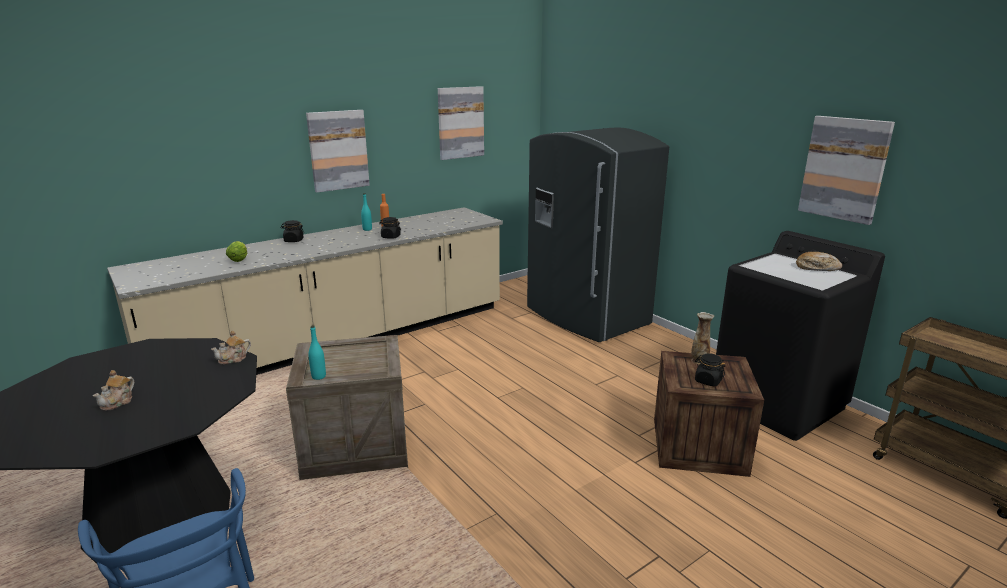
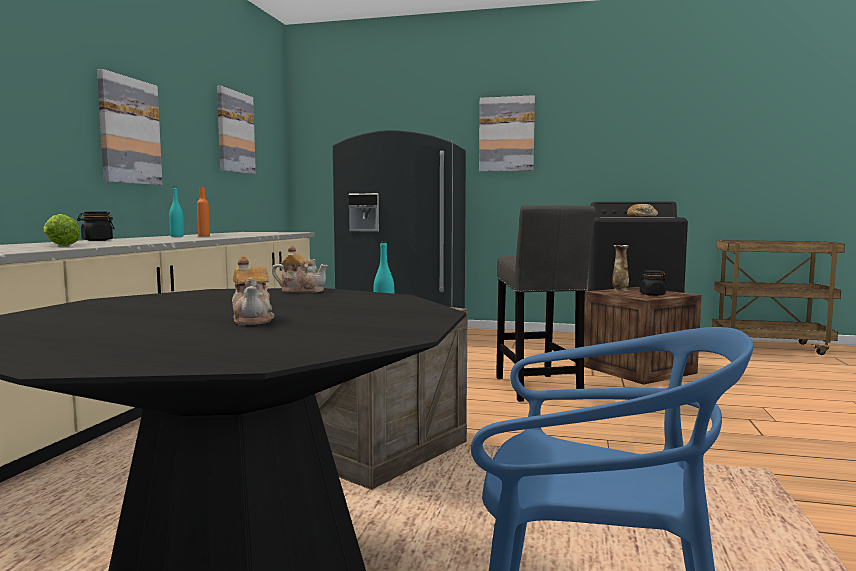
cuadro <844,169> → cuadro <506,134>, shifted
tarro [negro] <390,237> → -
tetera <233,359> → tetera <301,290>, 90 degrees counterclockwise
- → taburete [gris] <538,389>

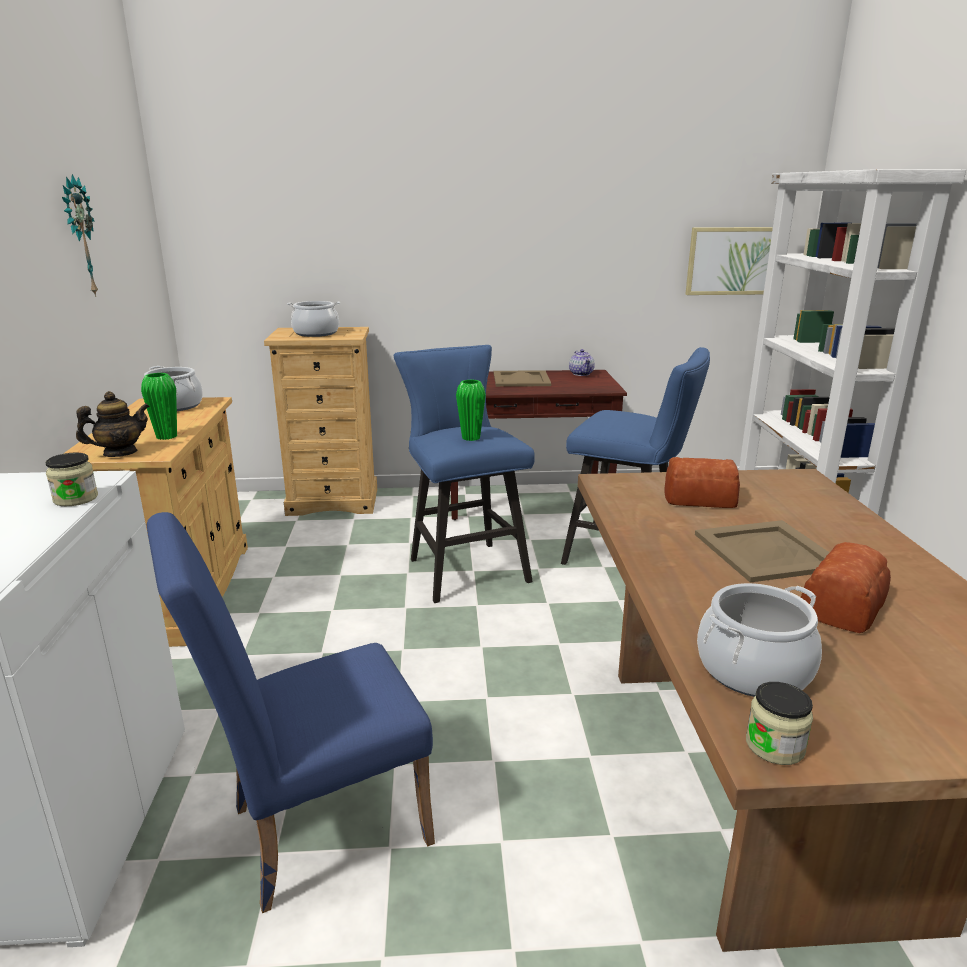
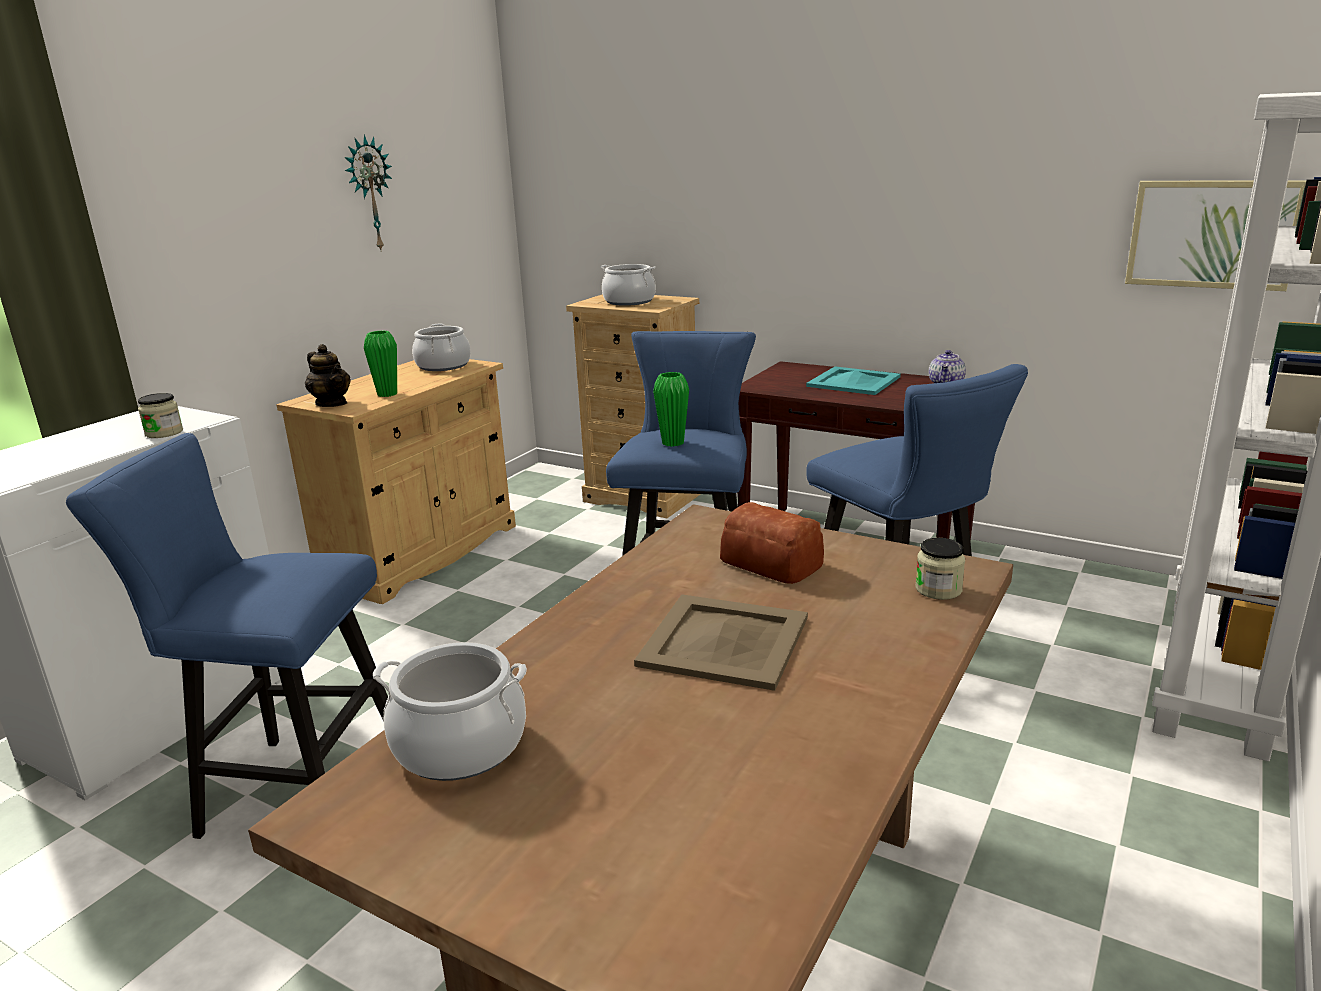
bandeja [beis] <521,379> → bandeja [turquesa] <852,382>
tetera <120,453> → tetera <332,403>, 45 degrees clockwise
silla [azul] <315,829> → taburete [azul] <290,790>
pan <840,606> → -
tarro <775,746> → tarro <938,589>, shifted

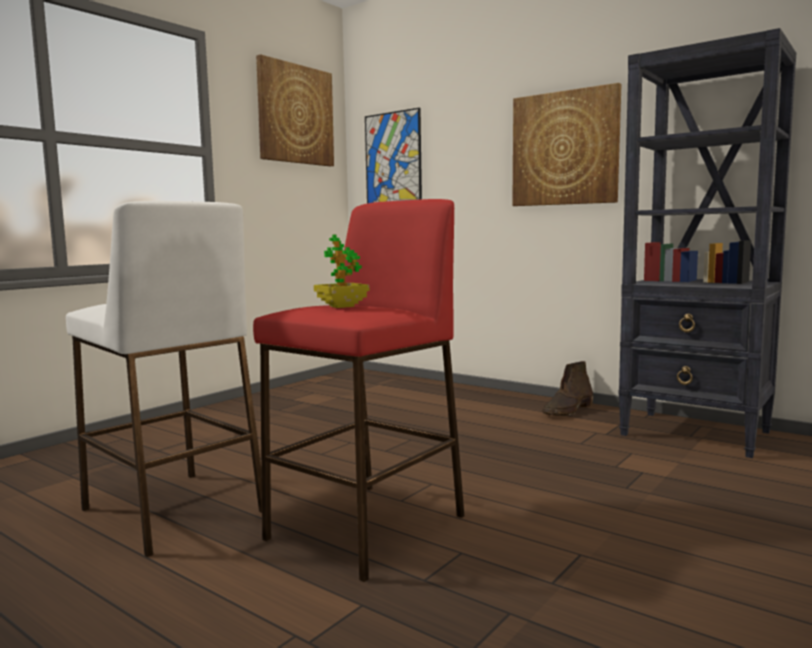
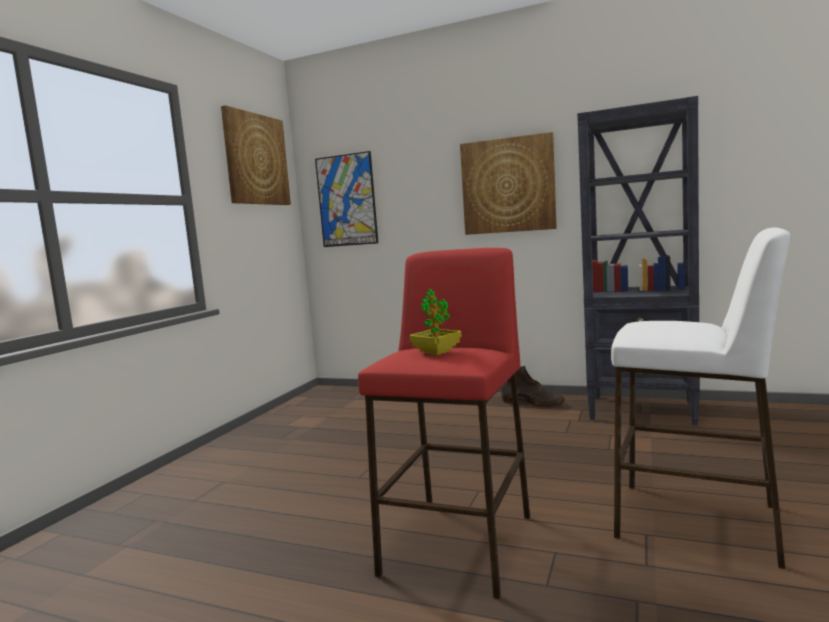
taburete [blanco] <173,511> → taburete [blanco] <697,521>, shifted
bota [marrón] <568,411> → bota [marrón] <533,403>, 90 degrees counterclockwise

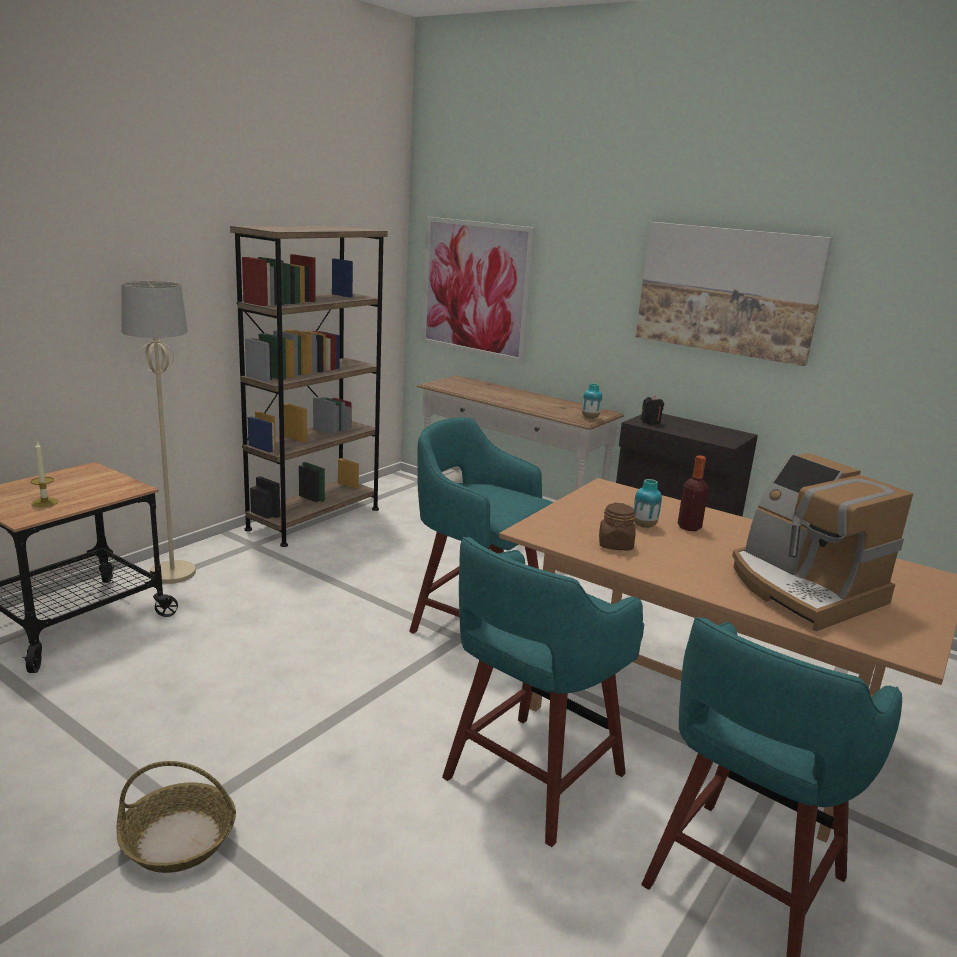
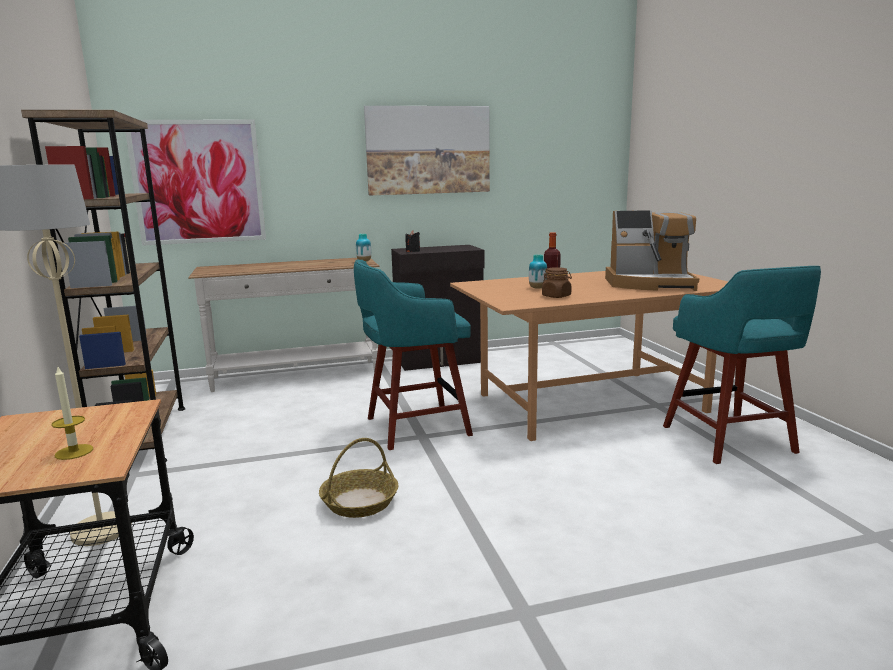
taburete [turquesa] <530,778> → -
cesta <178,840> → cesta <359,502>, shifted

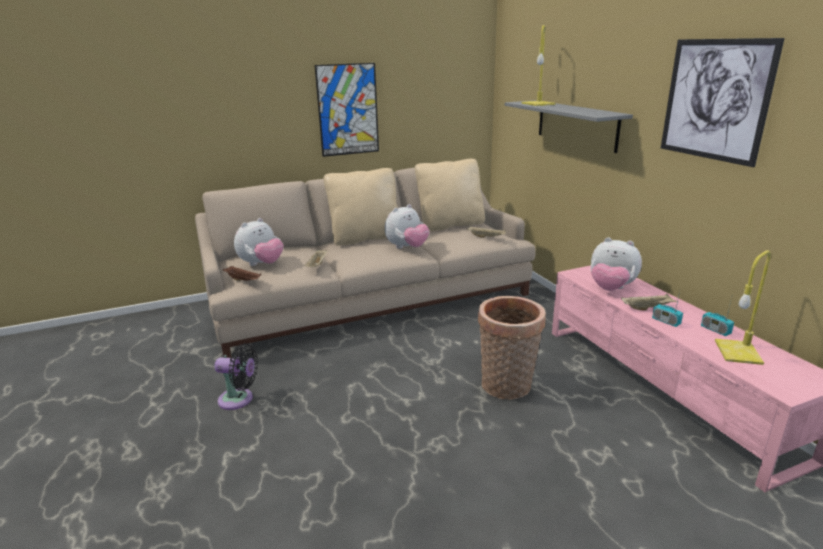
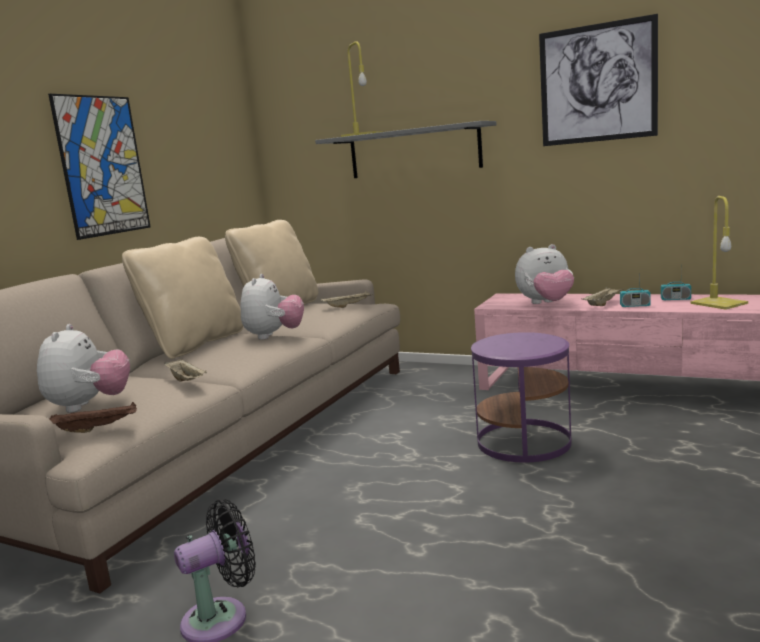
cesta <507,387> → mesa auxiliar [morado] <524,441>

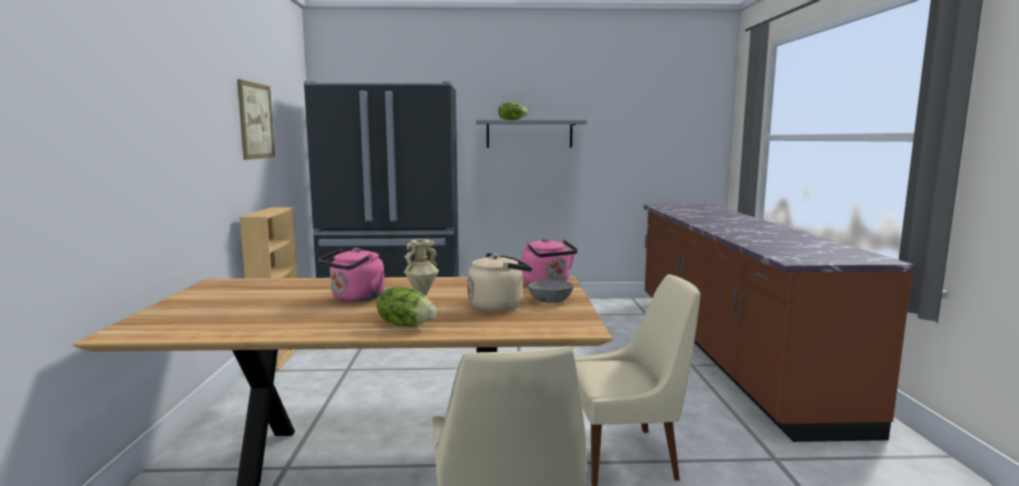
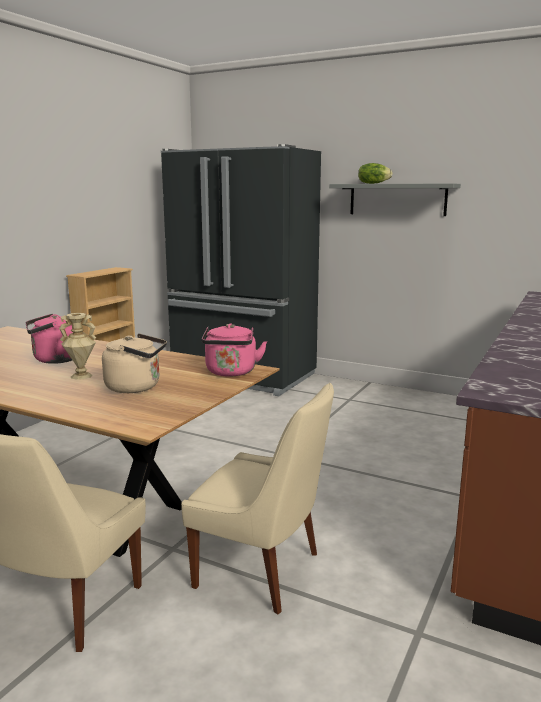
cuadro <256,121> → -
cuenco [gris] <551,300> → -
lechuga <406,324> → -

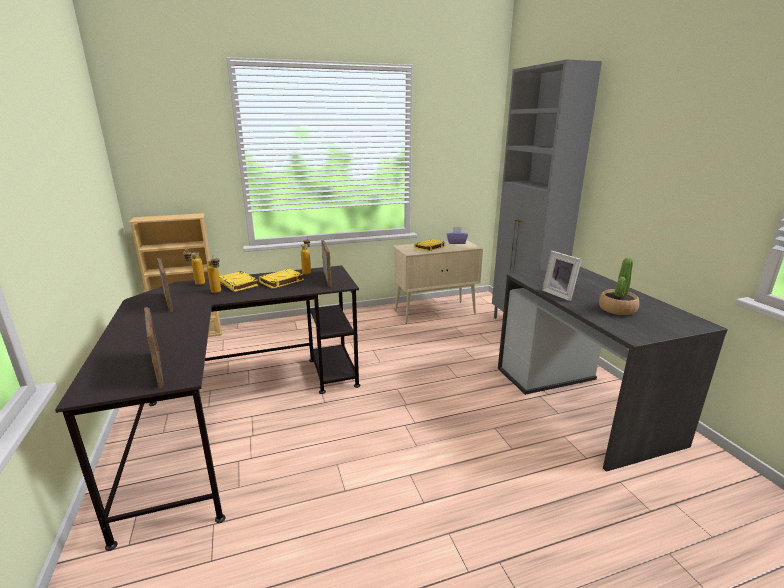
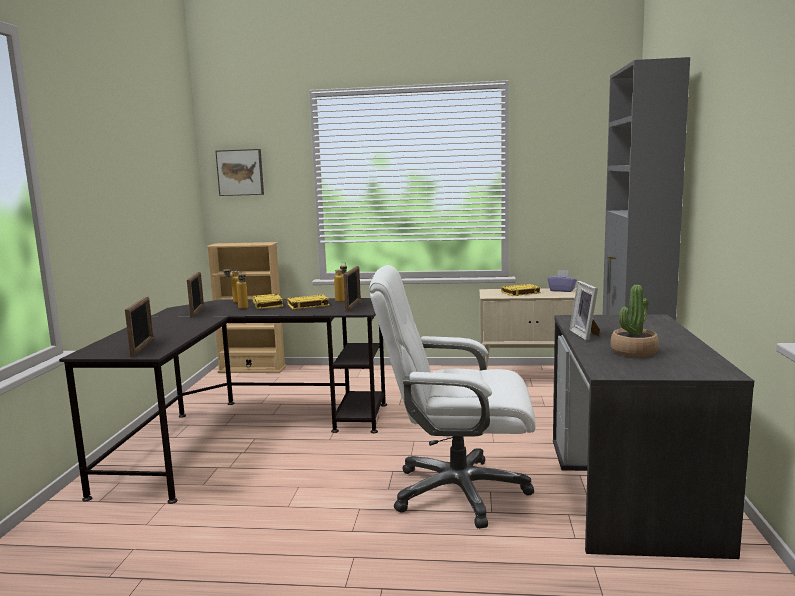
- → cuadro <240,172>
- → silla de oficina [blanco] <457,491>

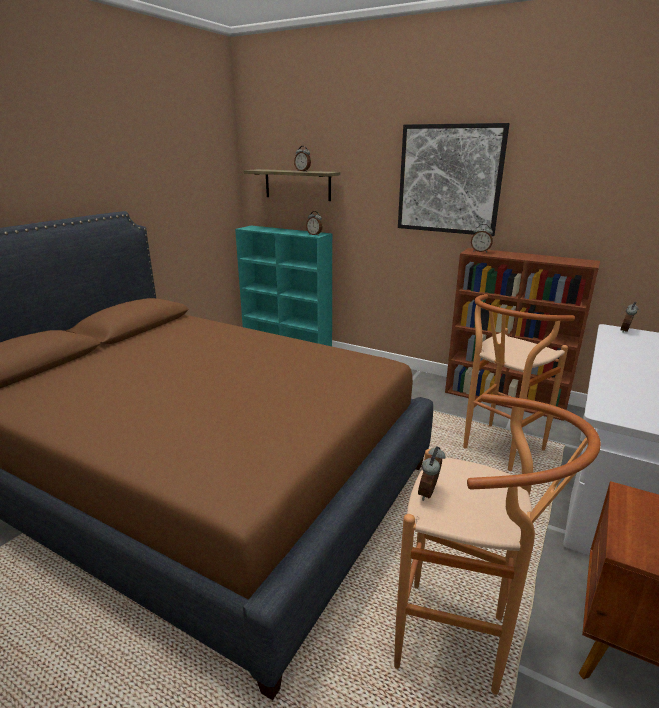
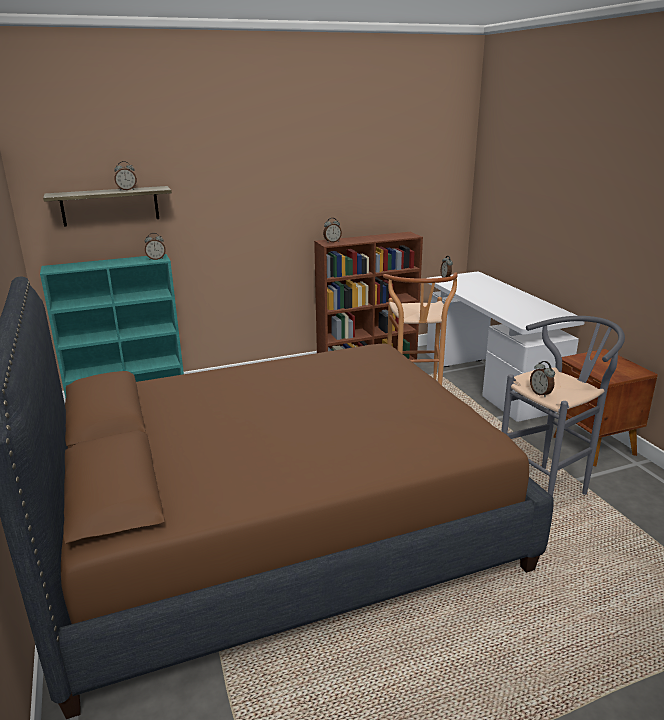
cuadro <449,179> → -
taburete [marrón] <463,642> → taburete [gris] <548,487>

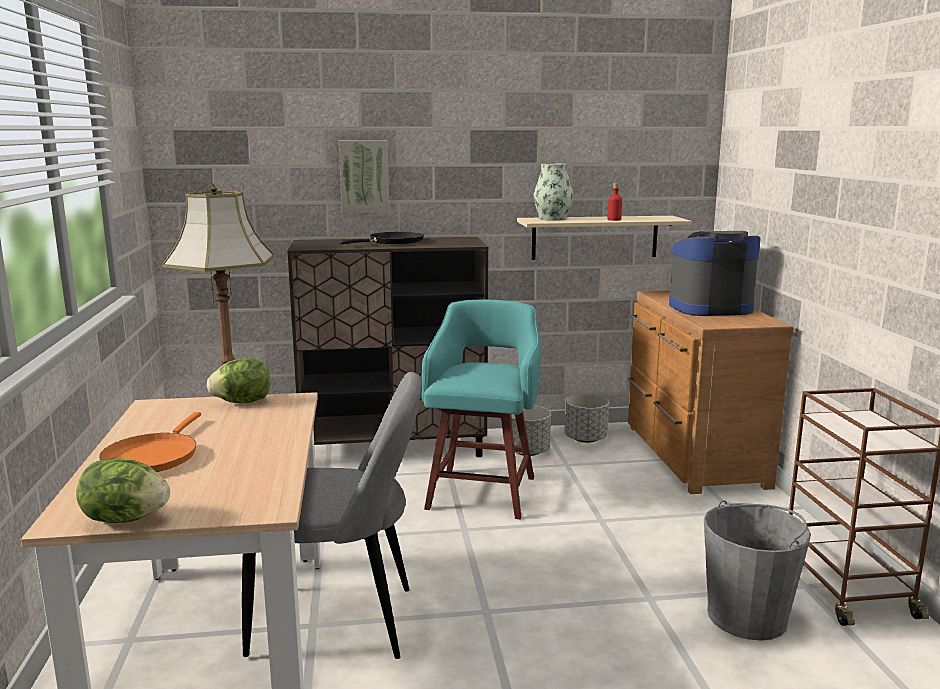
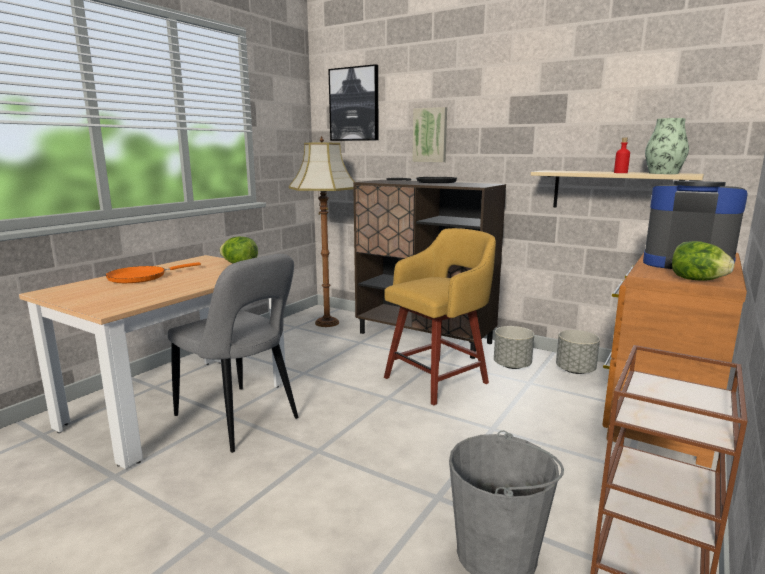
florero <552,219> → florero <663,173>, shifted
taburete [turquesa] <483,491> → taburete [amarillo] <438,379>
lechuga <125,519> → lechuga <696,280>, shifted
- → cuadro <354,104>

